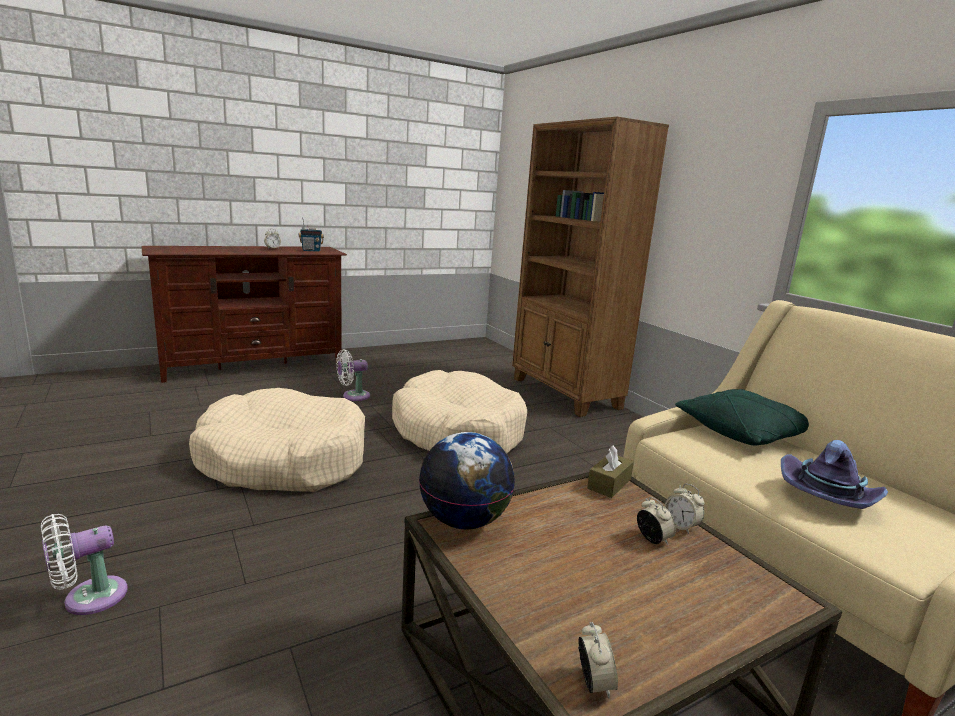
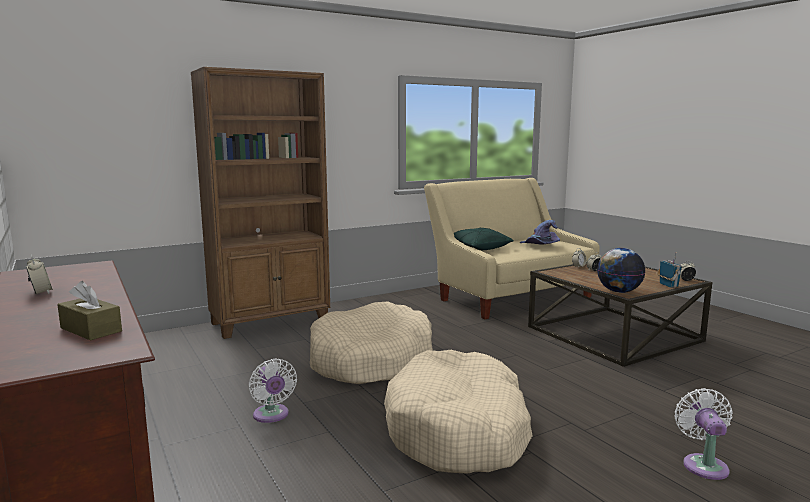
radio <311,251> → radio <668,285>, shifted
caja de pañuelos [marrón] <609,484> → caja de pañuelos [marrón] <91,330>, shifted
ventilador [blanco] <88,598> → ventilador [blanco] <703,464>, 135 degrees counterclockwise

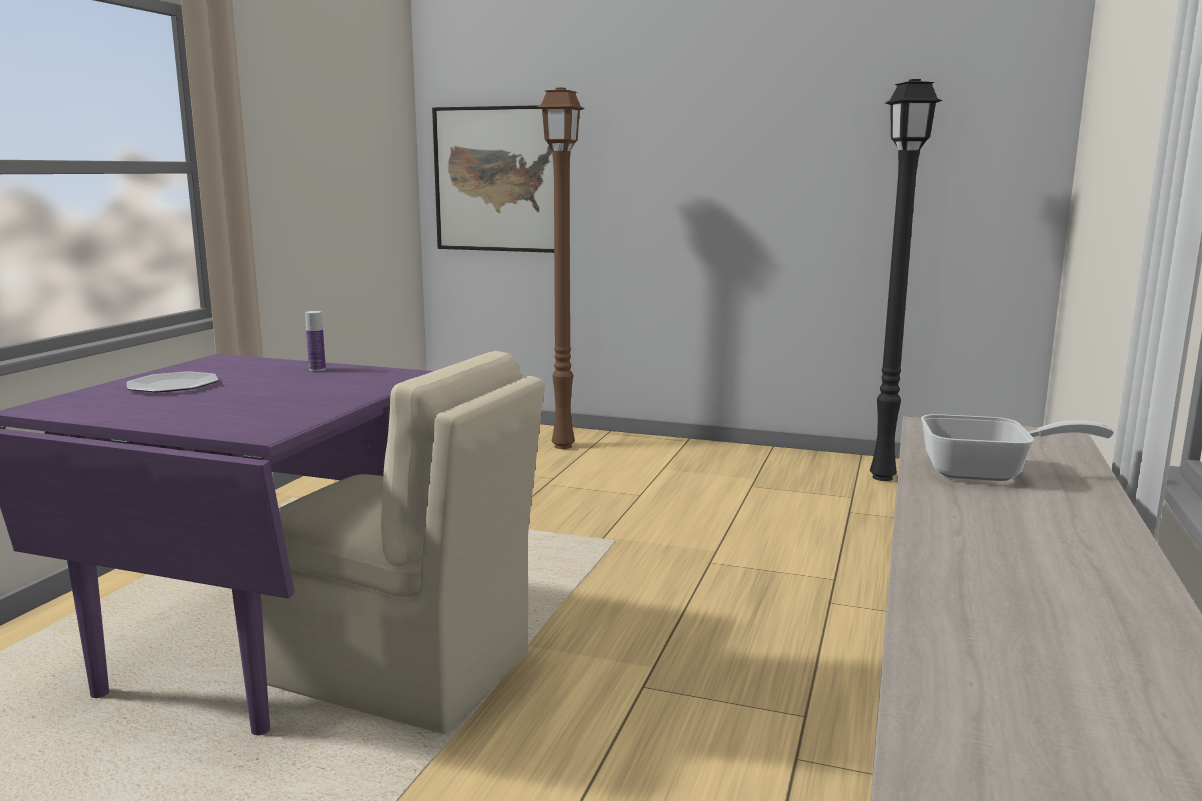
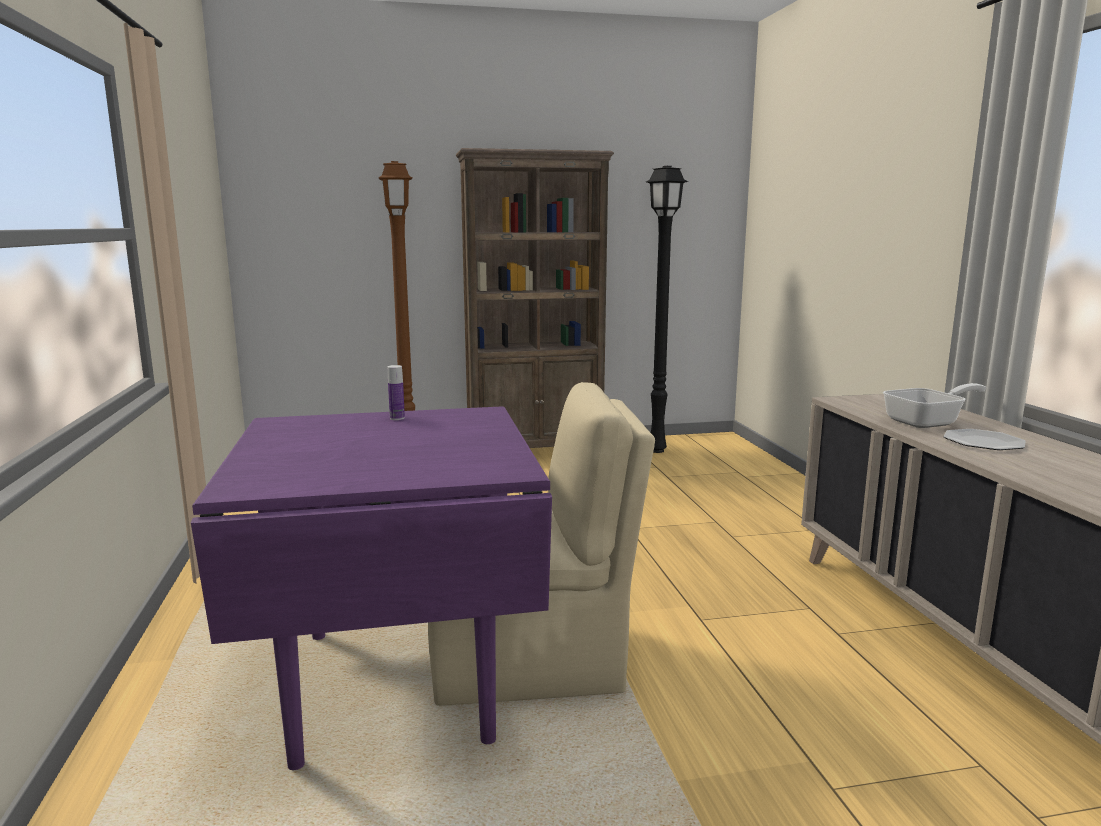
cuadro <500,179> → -
plato <173,385> → plato <983,442>, shifted
- → estantería [marrón] <535,451>

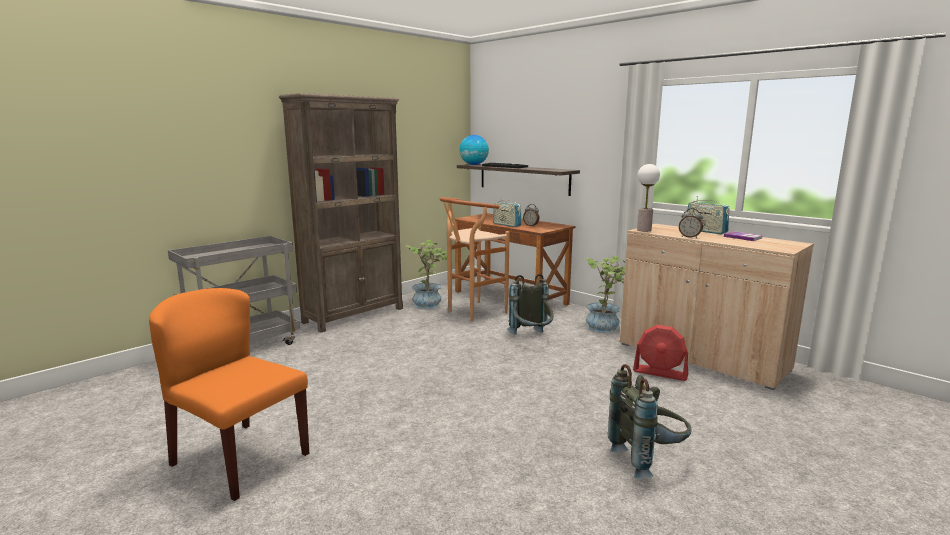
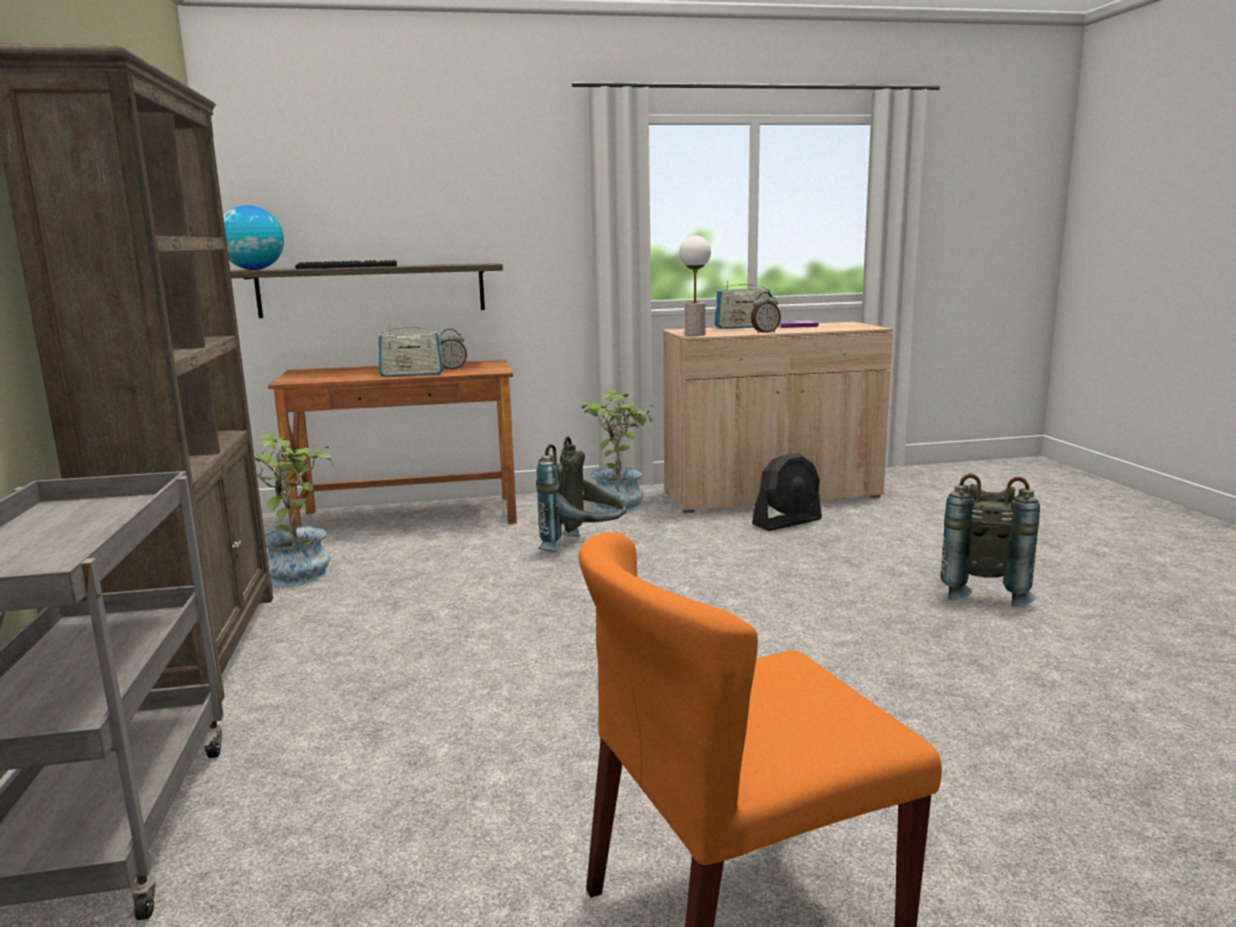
taburete [marrón] <472,313> → -
ventilador [rojo] <660,373> → ventilador [negro] <787,522>

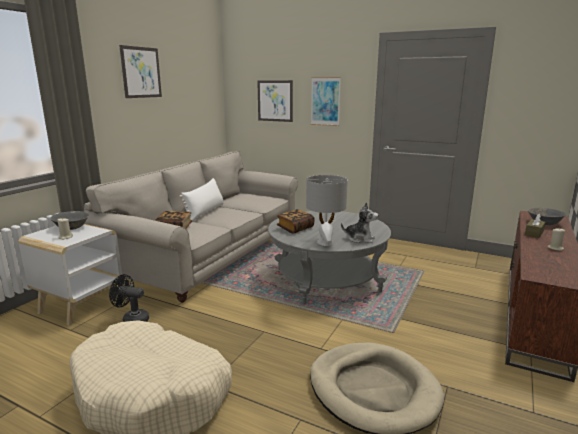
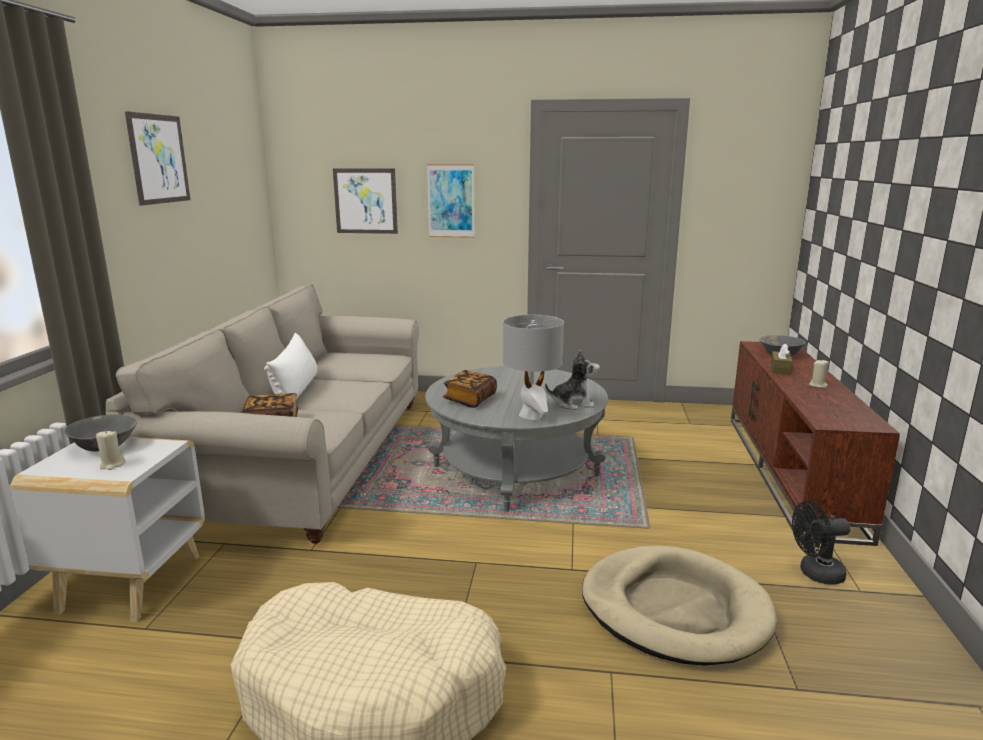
ventilador [negro] <132,320> → ventilador [negro] <815,574>, shifted

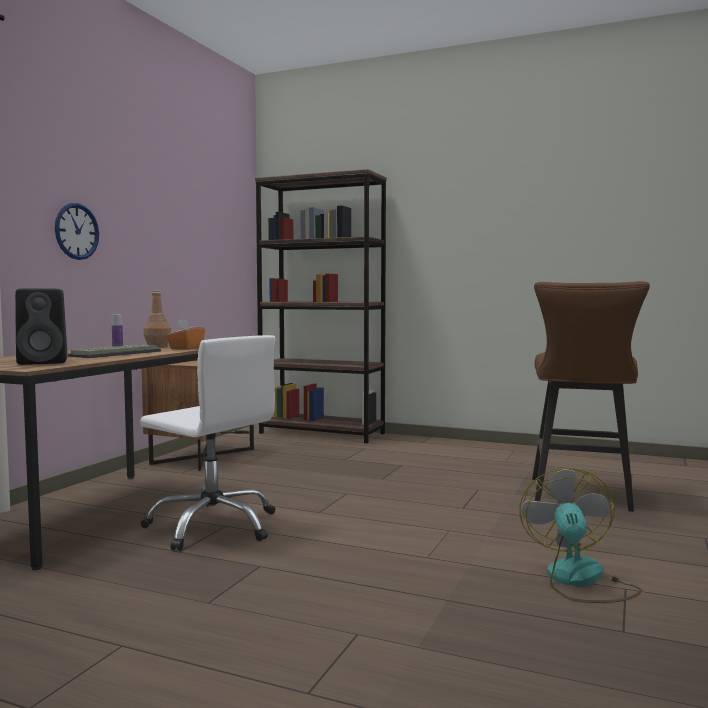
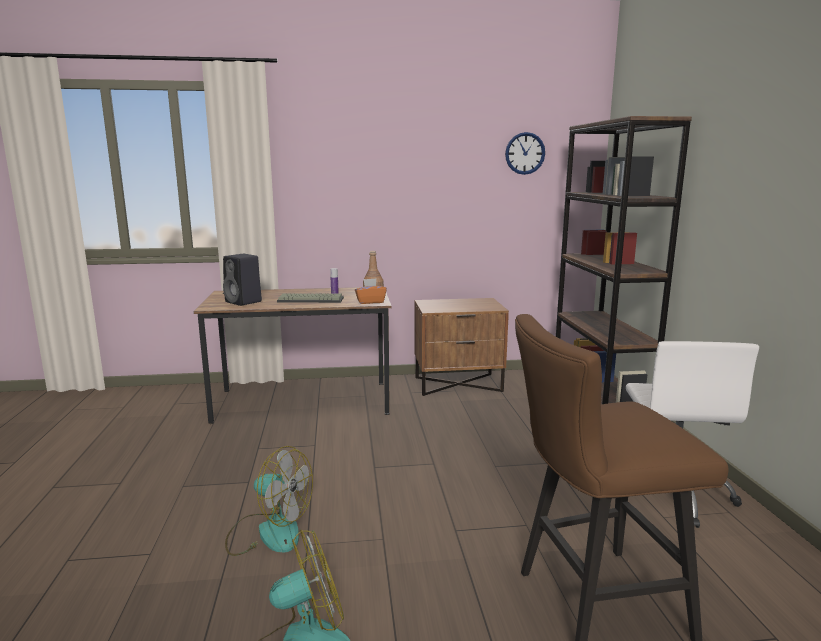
reloj de pared <76,231> → reloj de pared <525,153>, shifted
silla de oficina [blanco] <213,526> → silla de oficina [blanco] <671,492>, shifted
- → ventilador <269,532>

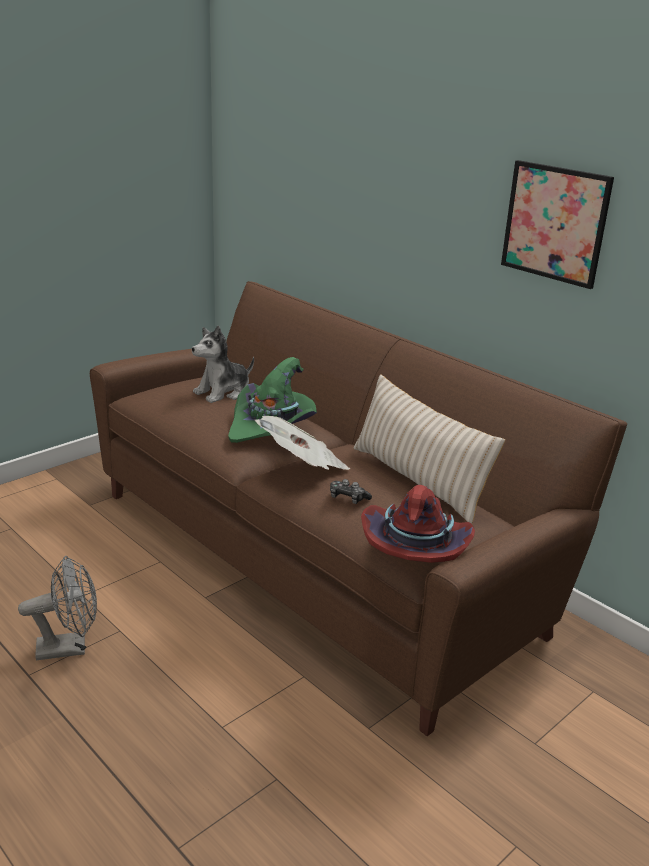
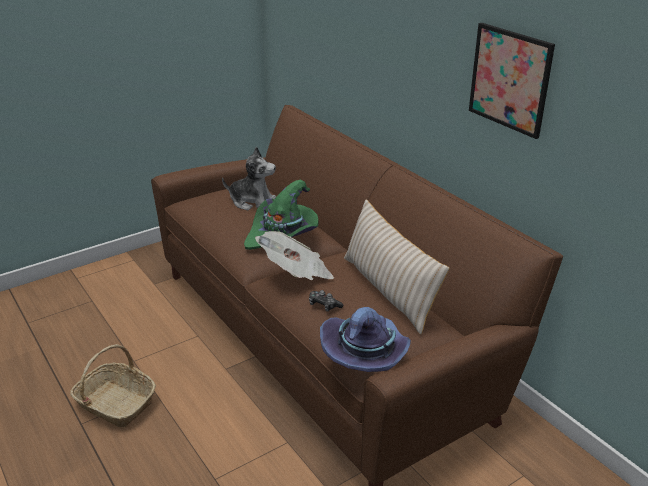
peluche <223,392> → peluche <252,202>, 135 degrees counterclockwise
sombrero [rojo] <415,546> → sombrero [morado] <366,353>
ventilador [gris] <69,647> → cesta <115,403>

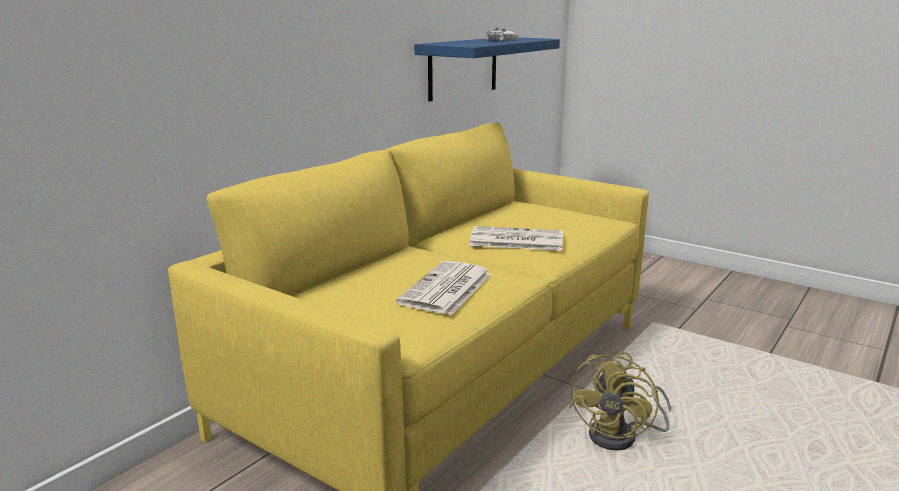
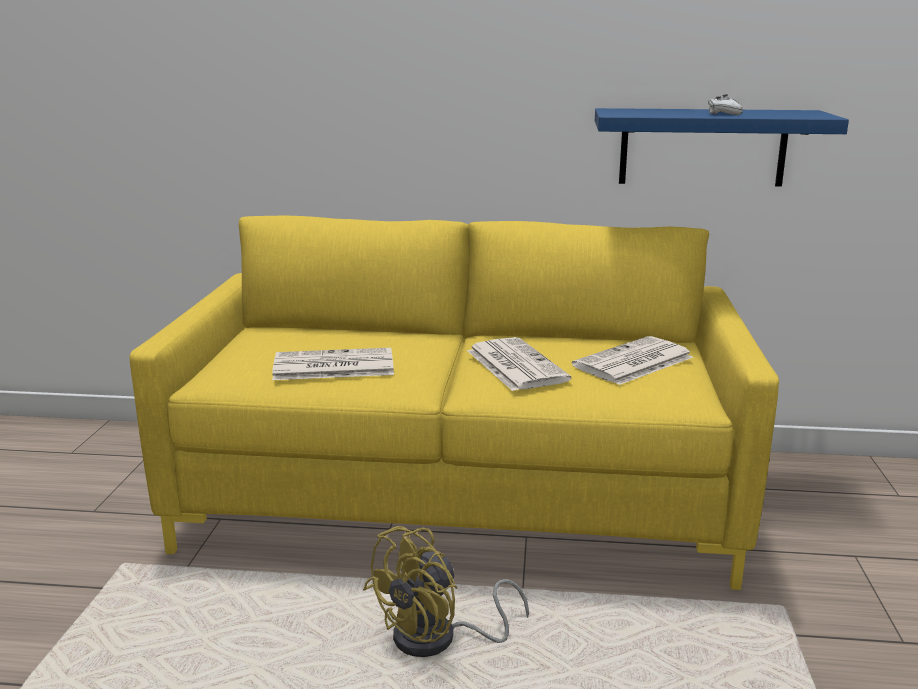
ventilador [amarillo] <622,436> → ventilador [amarillo] <438,639>, 45 degrees counterclockwise
- → periódico <633,362>

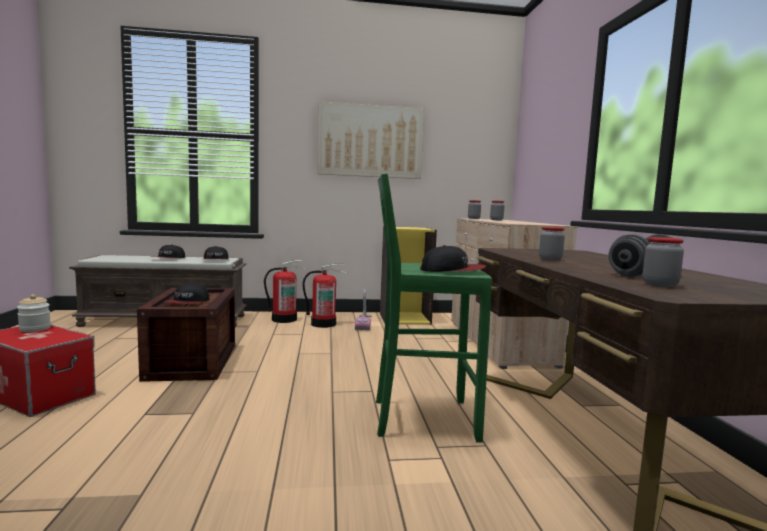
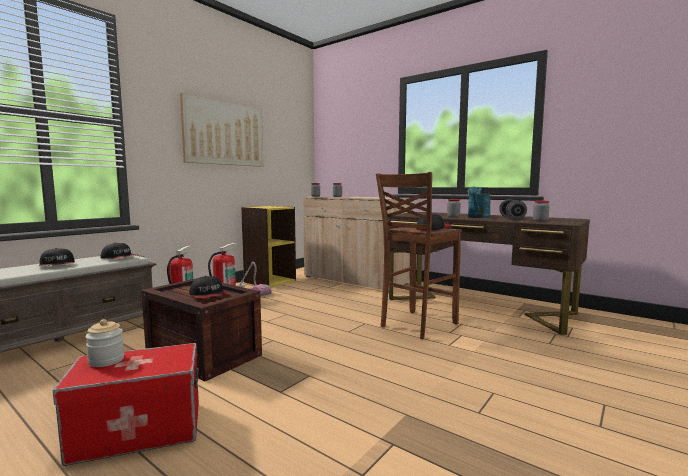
taburete [verde] <421,418> → taburete [marrón] <416,325>
- → regadera [turquesa] <477,217>

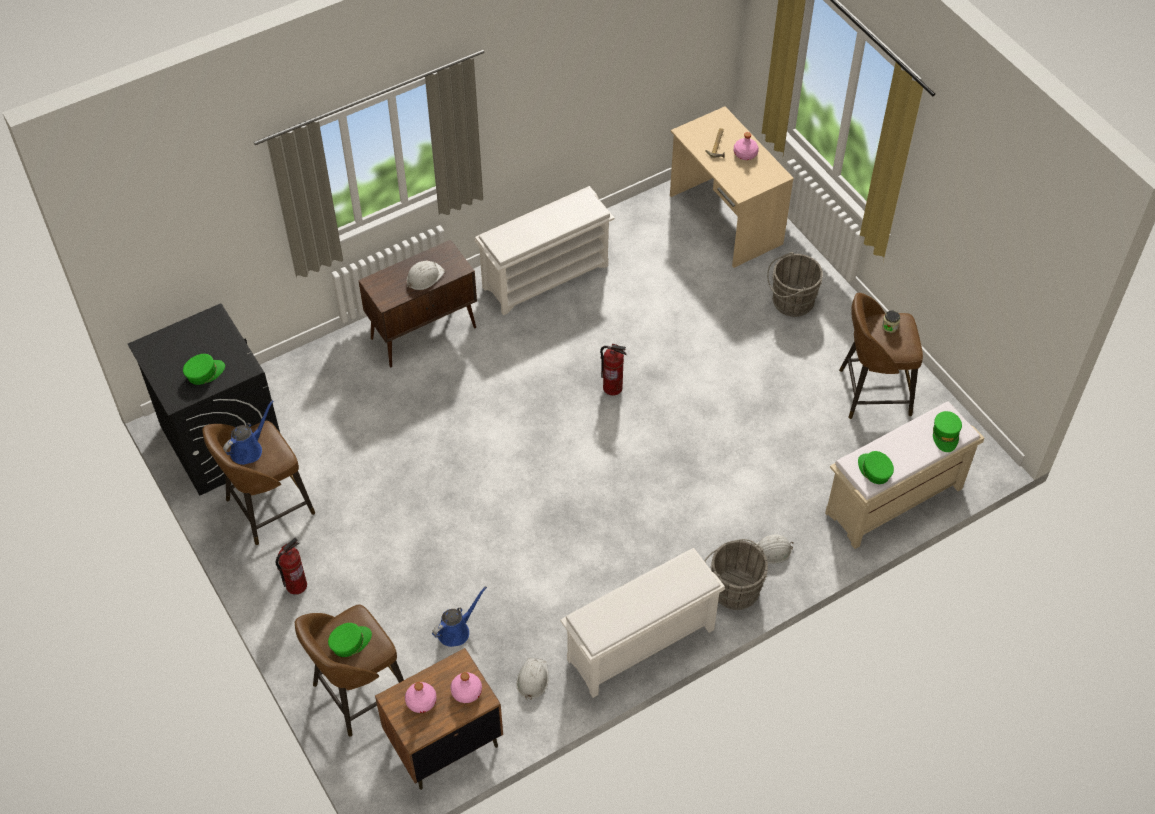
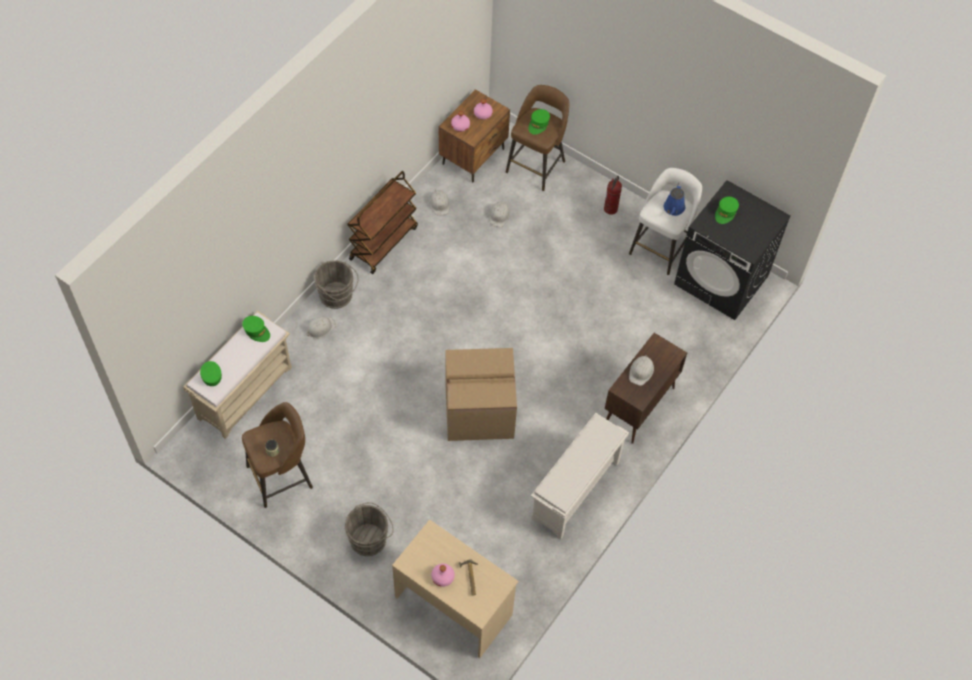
extintor <613,387> → caja de cartón <478,411>
taburete [marrón] <267,508> → taburete [blanco] <661,247>
zapatero [blanco] <640,646> → carrito [marrón] <383,242>
regadera [azul] <456,630> → casco [blanco] <499,215>

